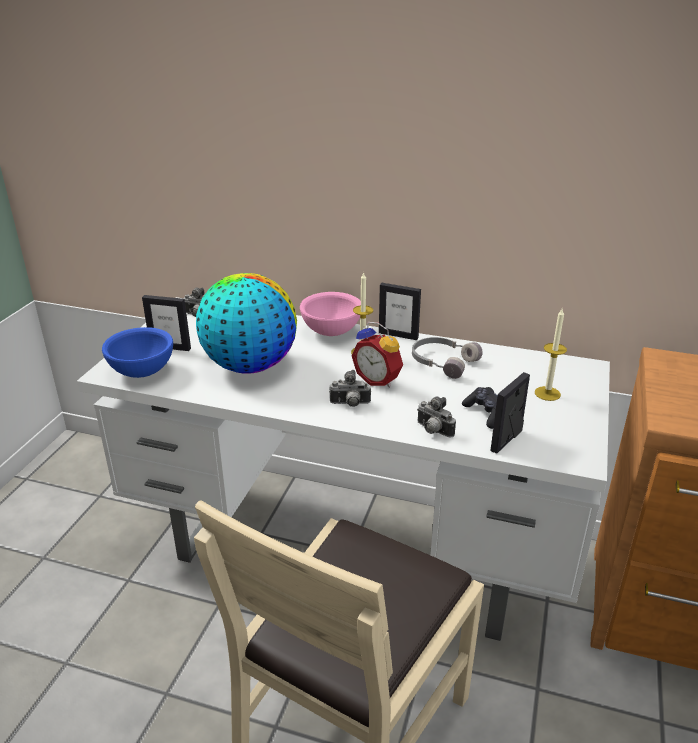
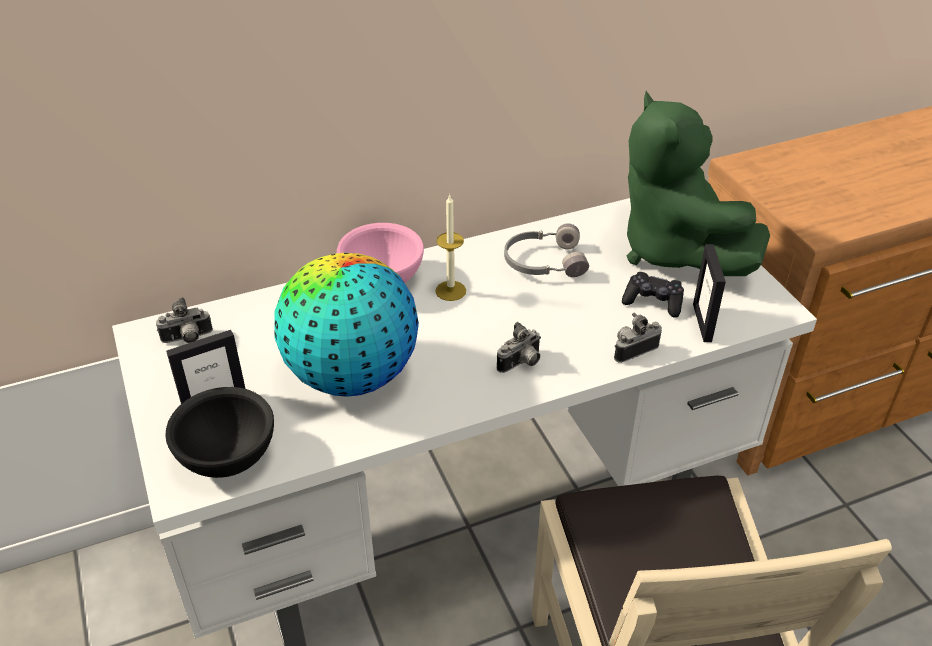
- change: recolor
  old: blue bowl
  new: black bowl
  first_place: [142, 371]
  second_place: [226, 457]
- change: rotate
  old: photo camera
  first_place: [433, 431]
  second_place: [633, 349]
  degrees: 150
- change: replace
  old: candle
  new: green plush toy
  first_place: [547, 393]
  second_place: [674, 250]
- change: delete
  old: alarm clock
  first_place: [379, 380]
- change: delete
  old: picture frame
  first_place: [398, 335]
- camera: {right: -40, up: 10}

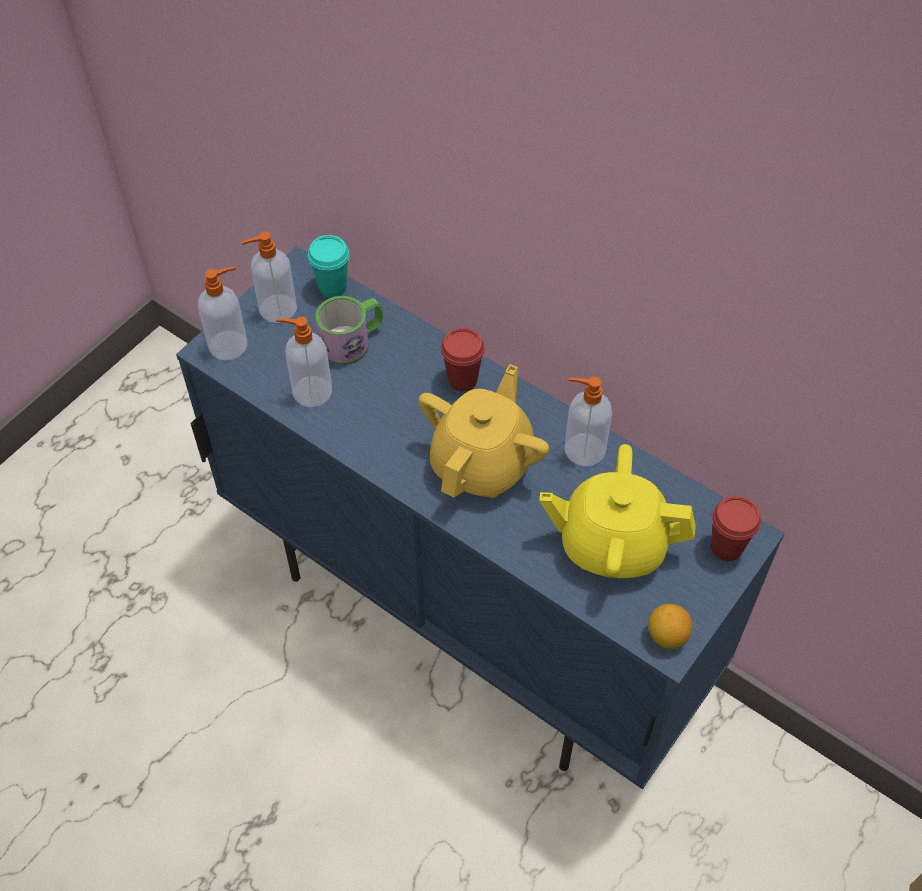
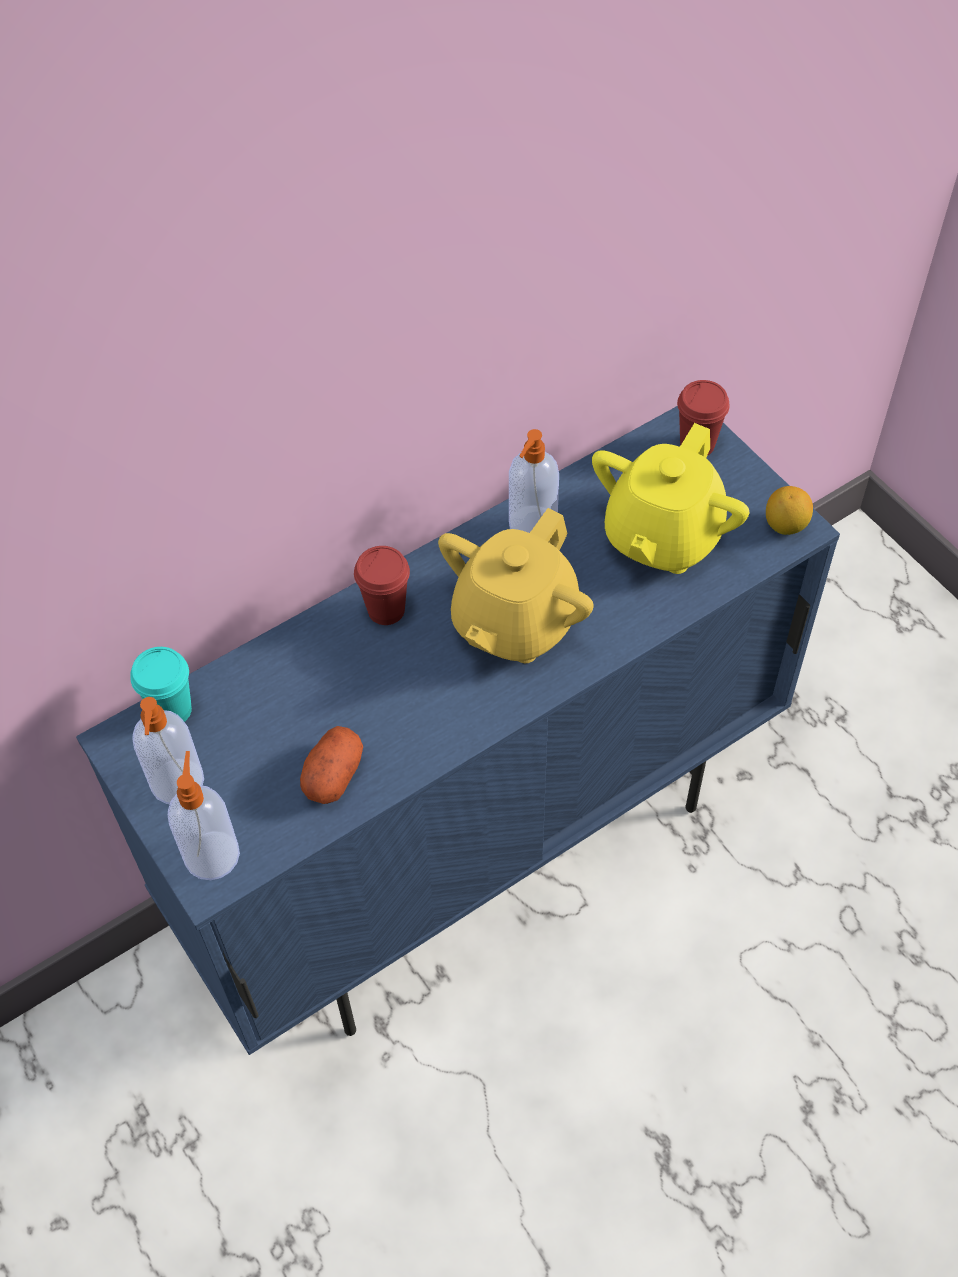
- change: replace
  old: soap dispenser
  new: potato
  first_place: [310, 391]
  second_place: [333, 775]
- change: rotate
  old: yellow teapot
  first_place: [482, 463]
  second_place: [514, 623]
  degrees: -105
- change: delete
  old: mug
  first_place: [352, 341]
- camera: {right: -70, up: 0}

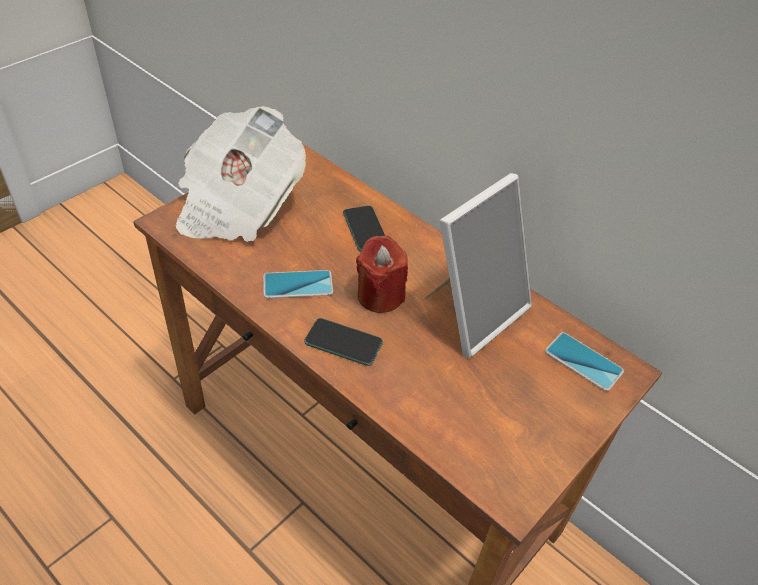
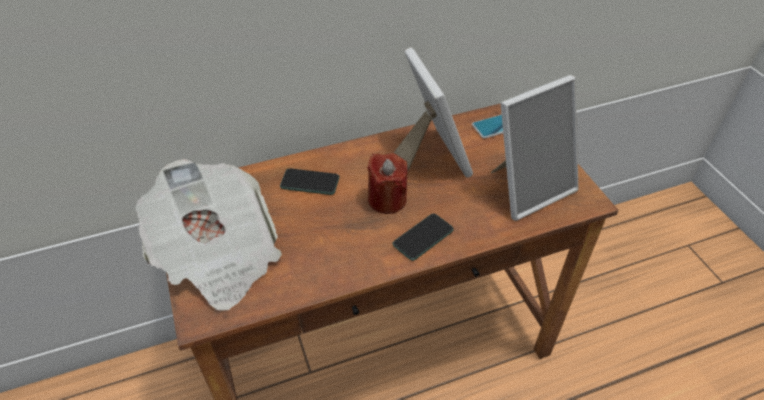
- change: insert
  new: picture frame
  second_place: [527, 187]
- change: delete
  old: phone
  first_place: [298, 285]
- camera: {right: -60, up: 0}

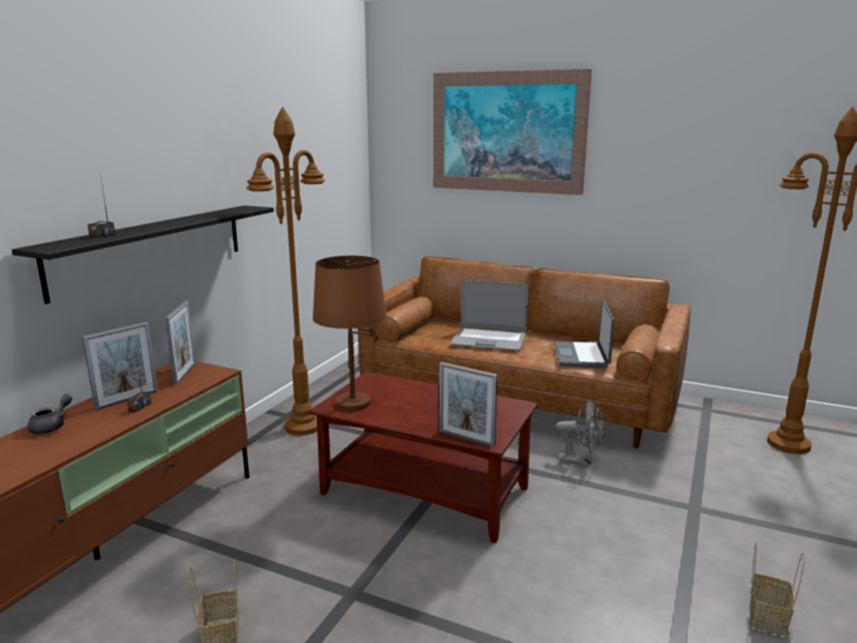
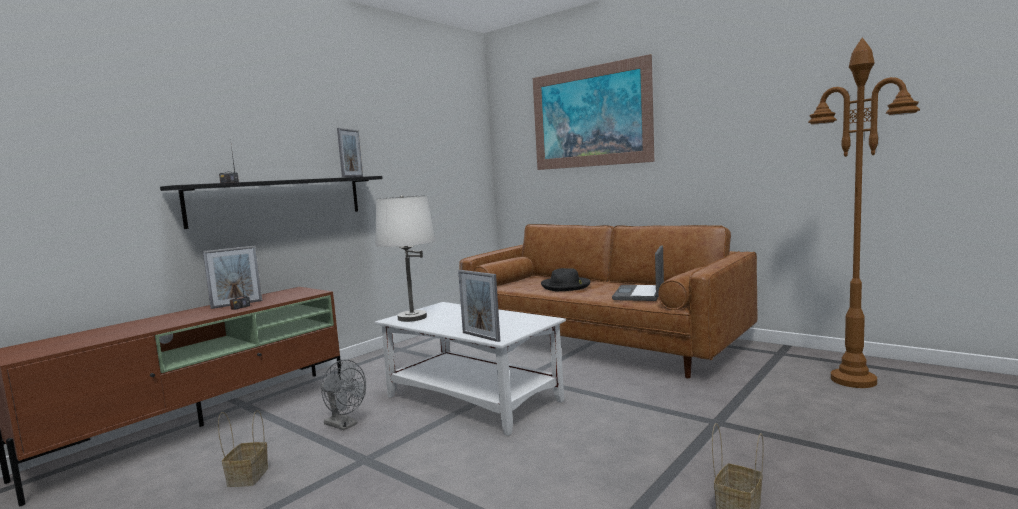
- change: move
  old: grey fan
  first_place: [581, 461]
  second_place: [345, 425]
- change: move
  old: picture frame
  first_place: [185, 374]
  second_place: [352, 177]
- change: recolor
  old: brown table lamp
  new: white table lamp
  first_place: [352, 404]
  second_place: [412, 318]
- change: recolor
  old: brown coffee table
  new: white coffee table
  first_place: [426, 491]
  second_place: [474, 399]
- change: replace
  old: laptop
  new: black hat
  first_place: [489, 340]
  second_place: [566, 286]
- change: delete
  old: grey teapot
  first_place: [52, 426]
- change: delete
  old: brown floor lamp
  first_place: [303, 426]
- camera: {right: 15, up: -10}

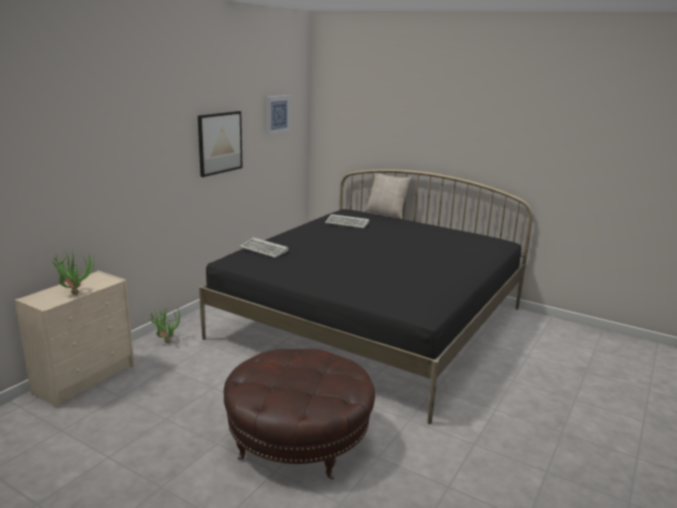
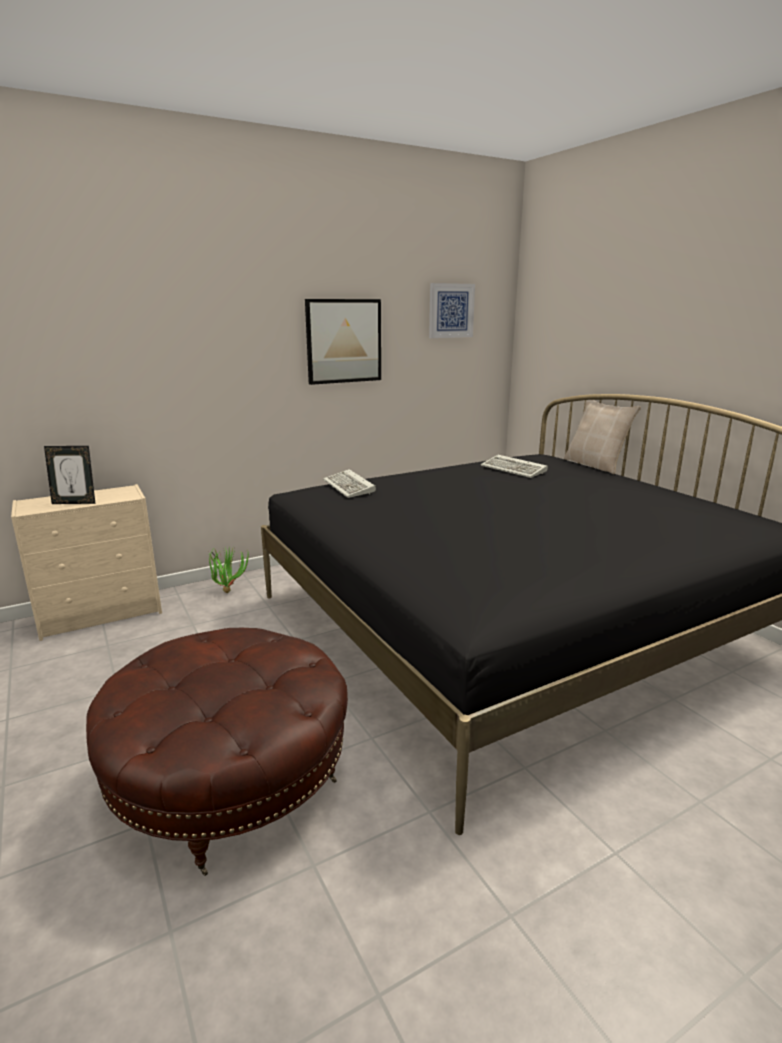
- change: replace
  old: potted plant
  new: picture frame
  first_place: [75, 292]
  second_place: [75, 502]
- camera: {right: 30, up: 0}

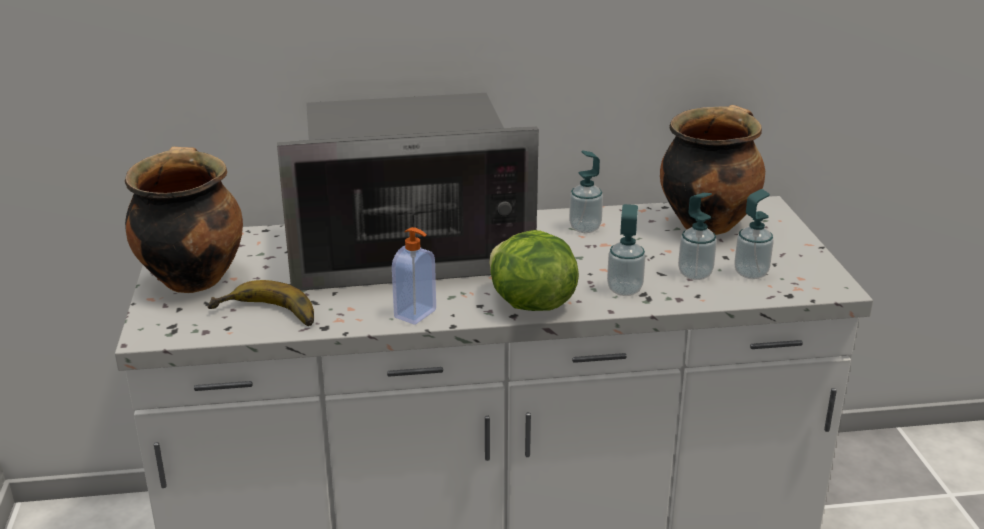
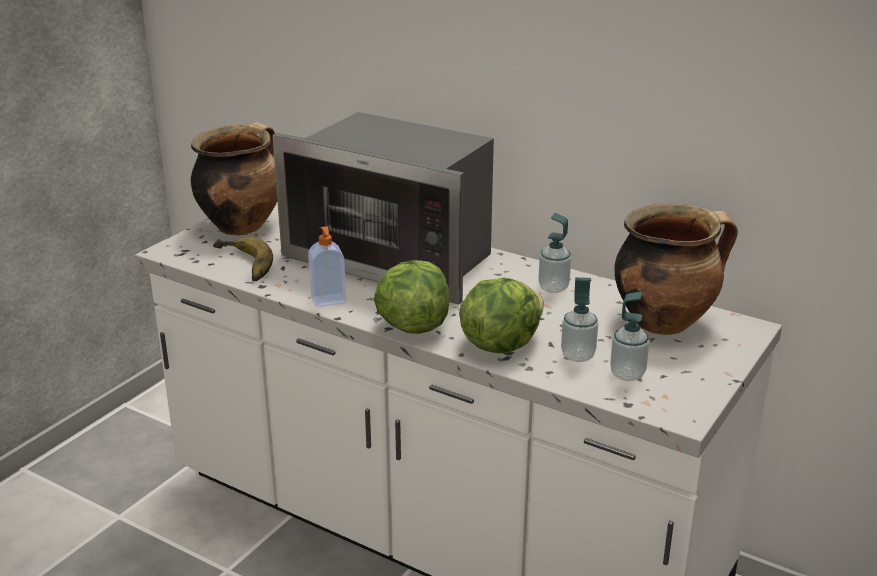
- change: replace
  old: soap dispenser
  new: lettuce
  first_place: [624, 289]
  second_place: [499, 344]
- camera: {right: 40, up: 0}

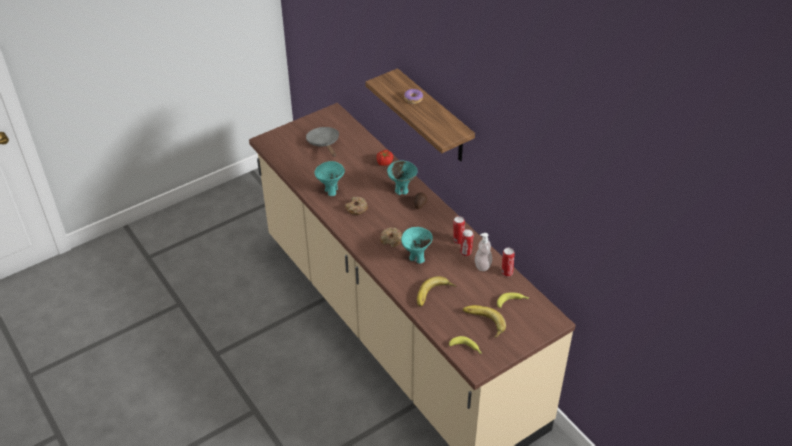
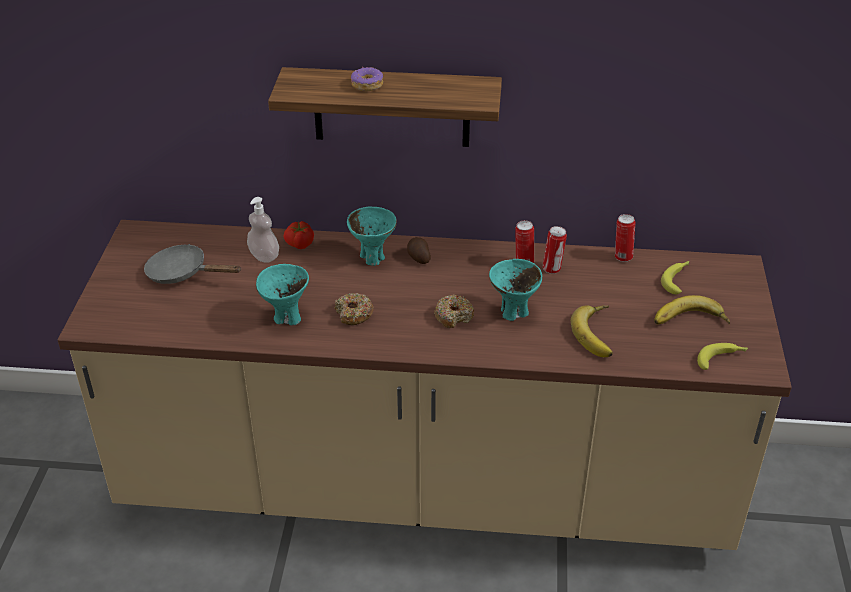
- change: move
  old: soap dispenser
  first_place: [482, 265]
  second_place: [264, 256]
- camera: {right: -50, up: -5}

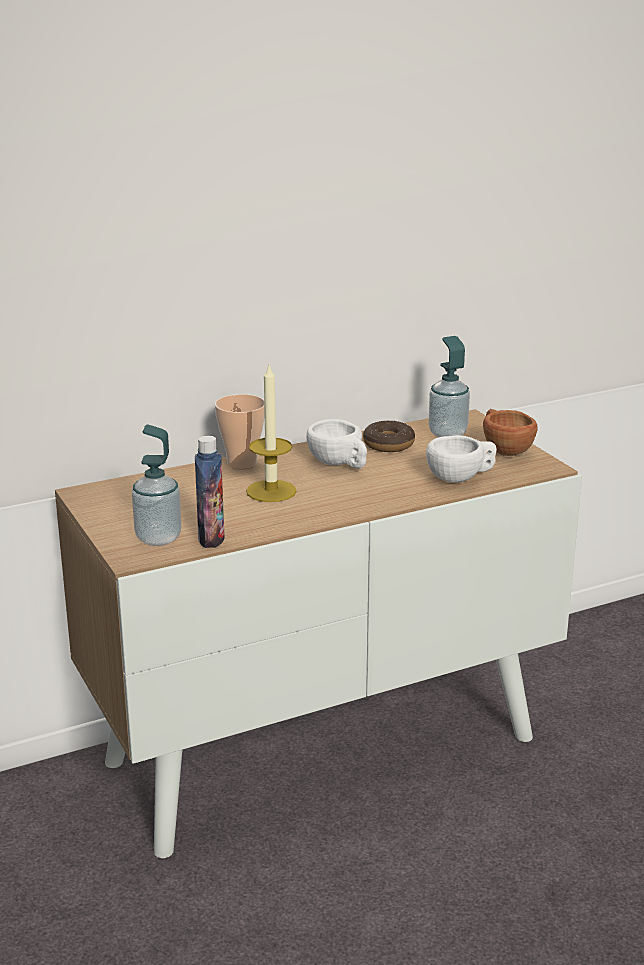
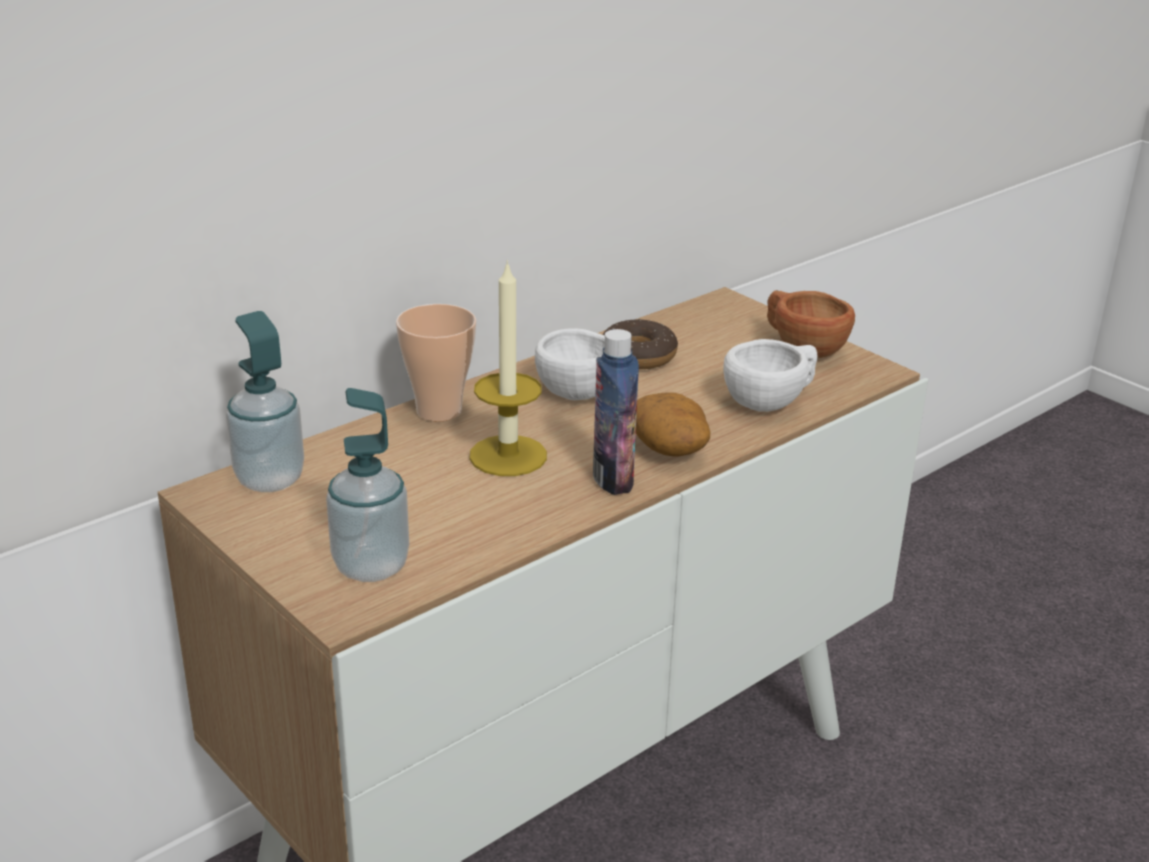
- change: move
  old: soap dispenser
  first_place: [447, 434]
  second_place: [270, 479]
- change: move
  old: bottle
  first_place: [211, 539]
  second_place: [613, 479]
- change: insert
  new: potato
  second_place: [670, 448]
- camera: {right: -15, up: 5}

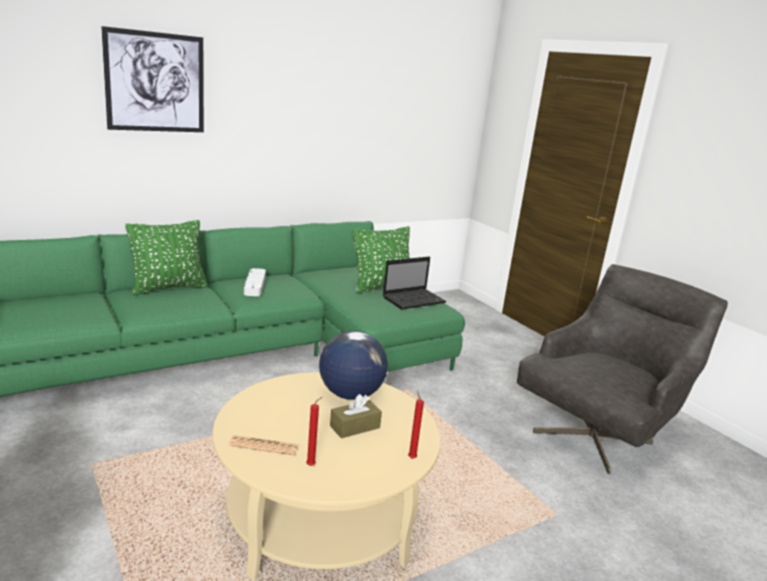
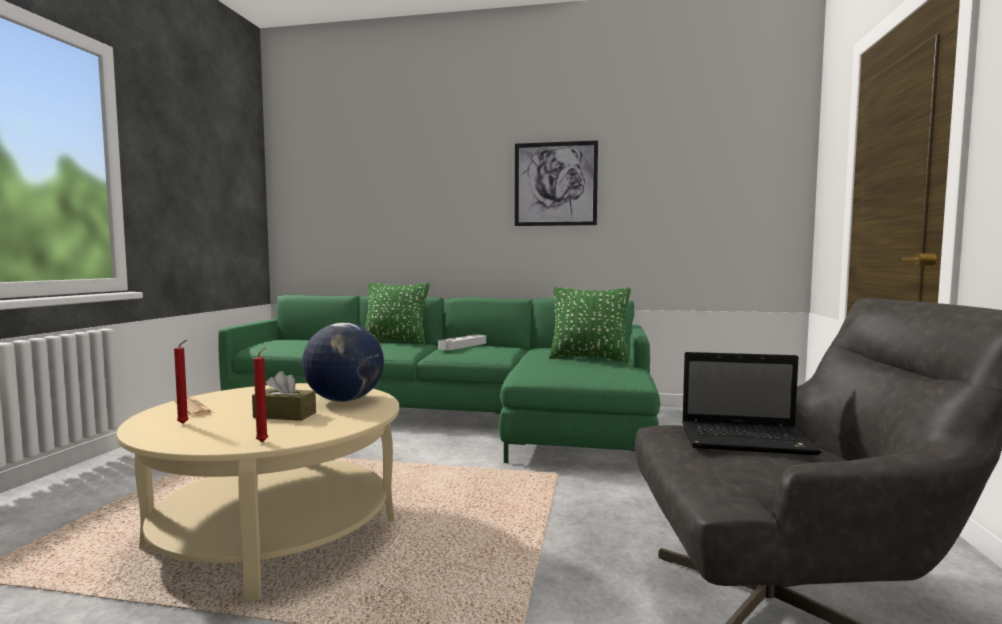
- change: move
  old: picture
  first_place: [155, 82]
  second_place: [555, 184]
- change: move
  old: laptop
  first_place: [414, 300]
  second_place: [748, 440]
- camera: {right: 45, up: -15}

